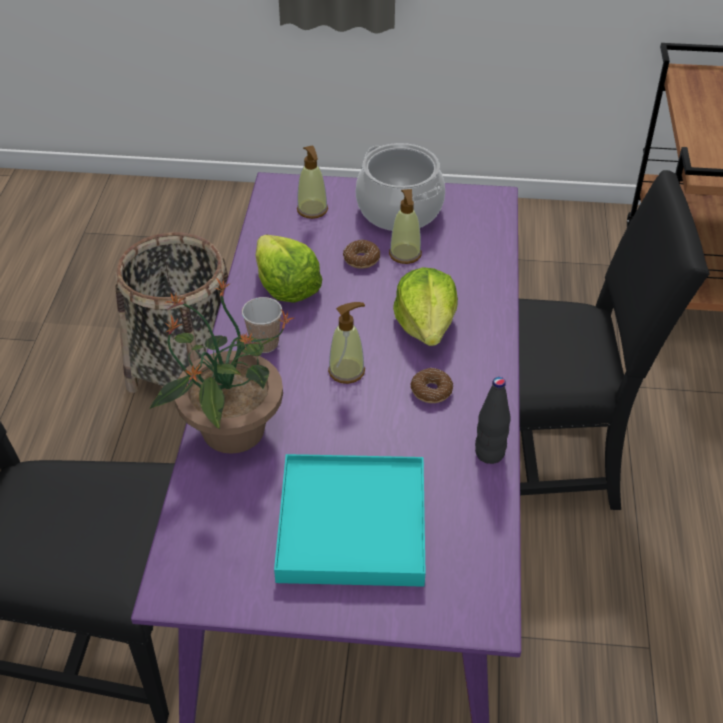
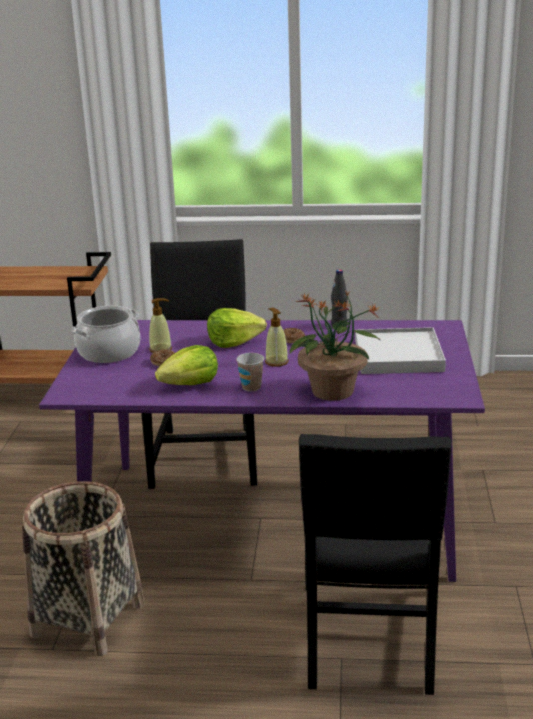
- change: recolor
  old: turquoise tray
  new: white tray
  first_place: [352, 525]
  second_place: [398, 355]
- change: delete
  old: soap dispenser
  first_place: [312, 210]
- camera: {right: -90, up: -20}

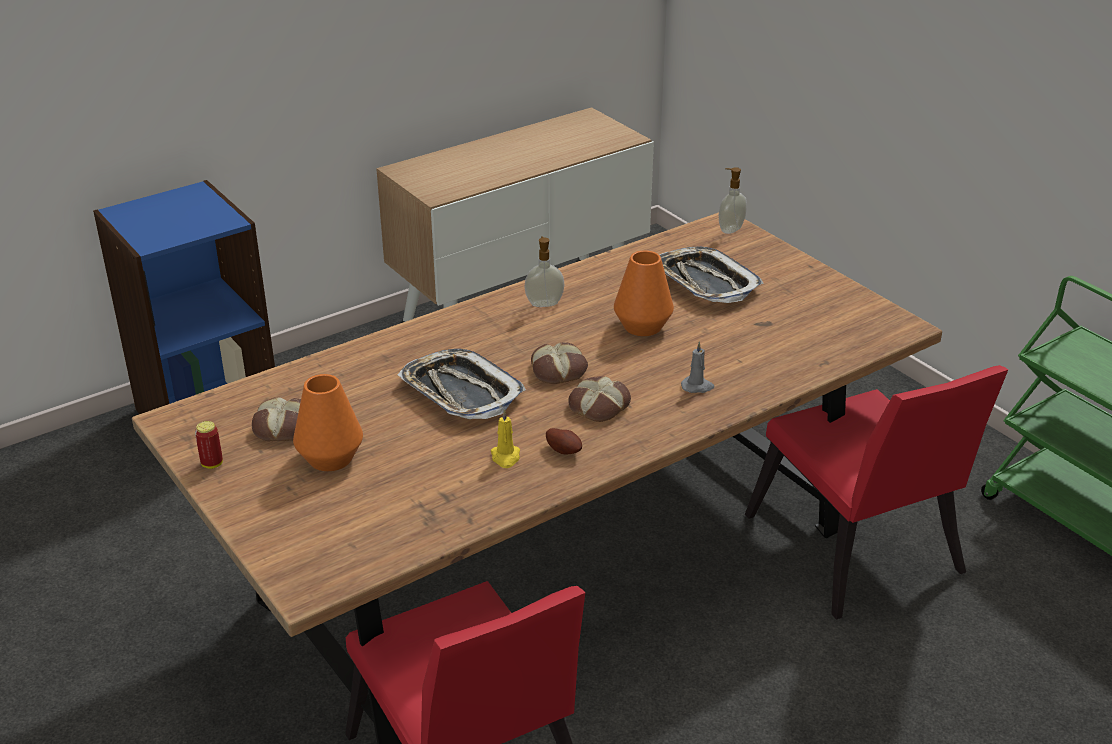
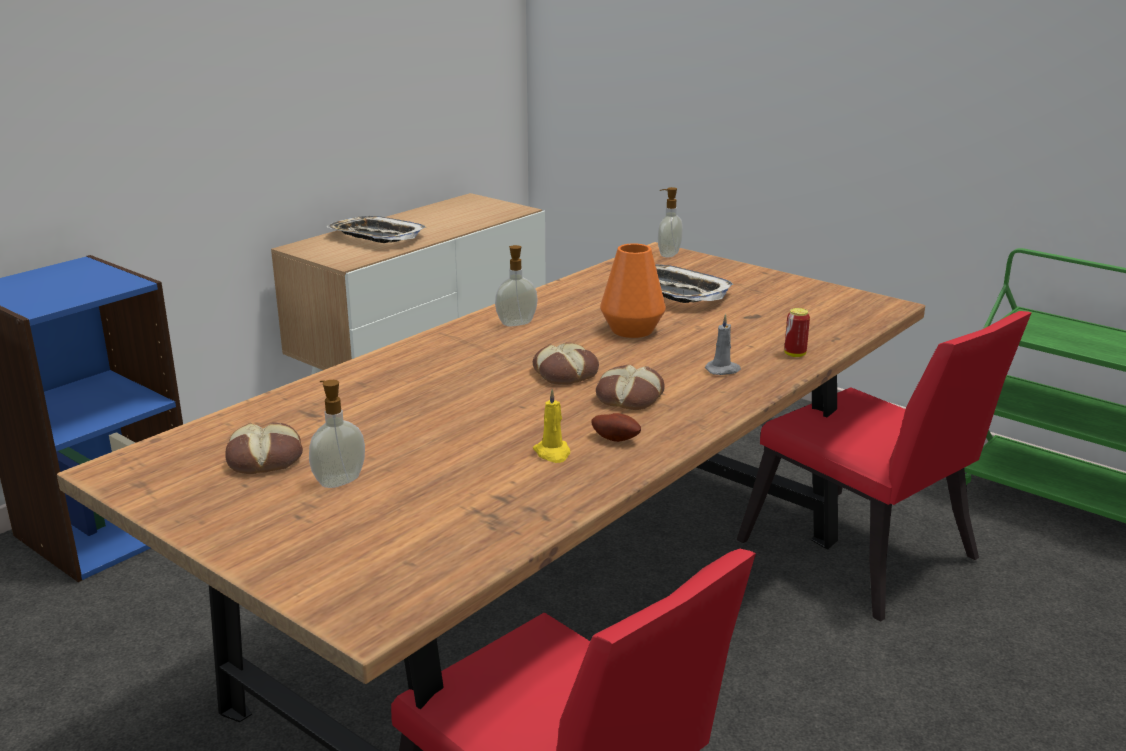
- change: replace
  old: orange vase
  new: soap dispenser
  first_place: [330, 458]
  second_place: [339, 481]
- change: move
  old: tray
  first_place: [460, 392]
  second_place: [376, 236]
- change: move
  old: can
  first_place: [212, 464]
  second_place: [795, 354]
- camera: {right: -15, up: -10}

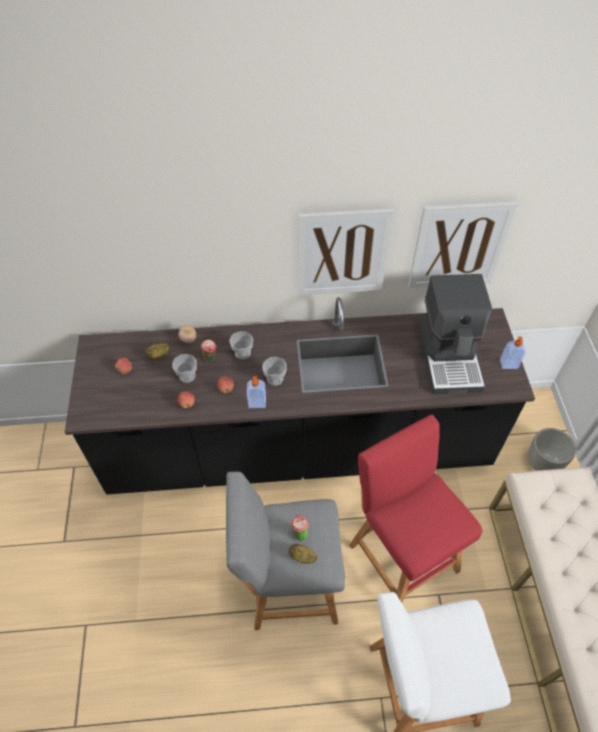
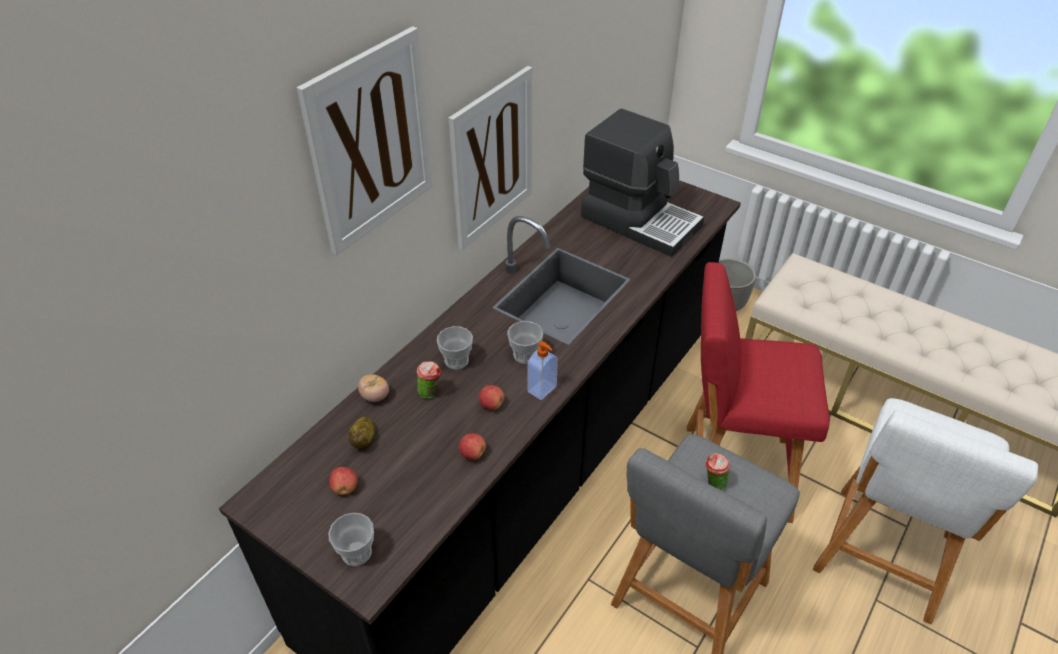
- change: move
  old: picture
  first_place: [459, 245]
  second_place: [371, 142]
- change: move
  old: cup
  first_place: [187, 376]
  second_place: [356, 553]
- change: delete
  old: potato
  first_place: [302, 557]
- change: delete
  old: soap dispenser
  first_place: [509, 365]
- camera: {right: -50, up: -10}

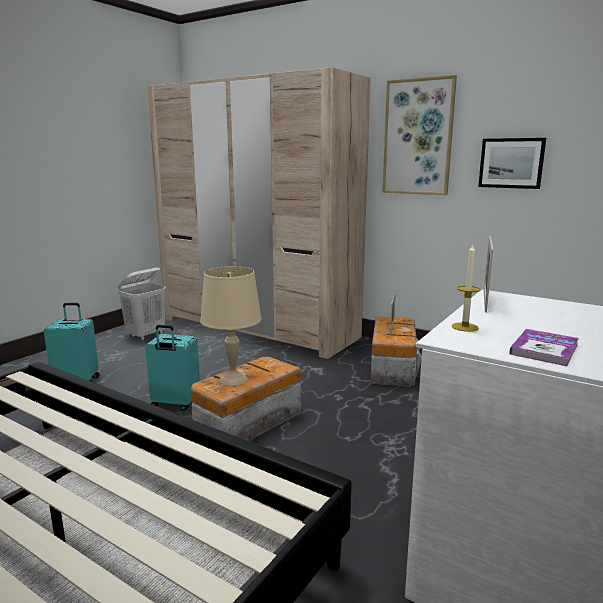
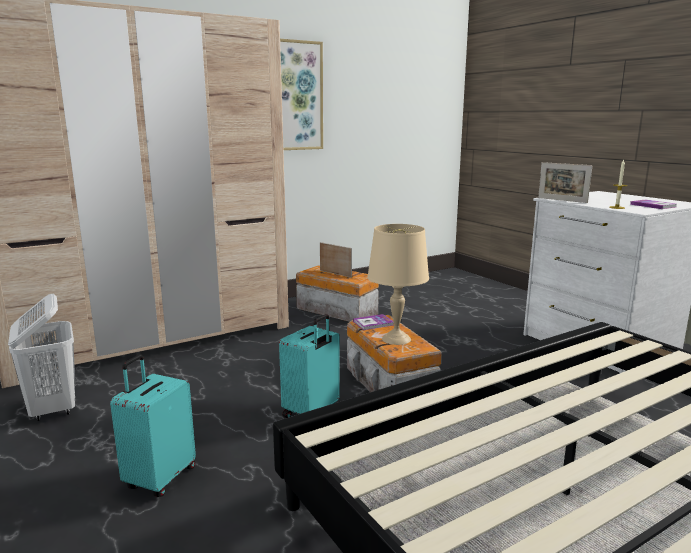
- change: insert
  new: book
  second_place: [373, 323]
- change: delete
  old: picture
  first_place: [511, 163]
- camera: {right: -65, up: 0}

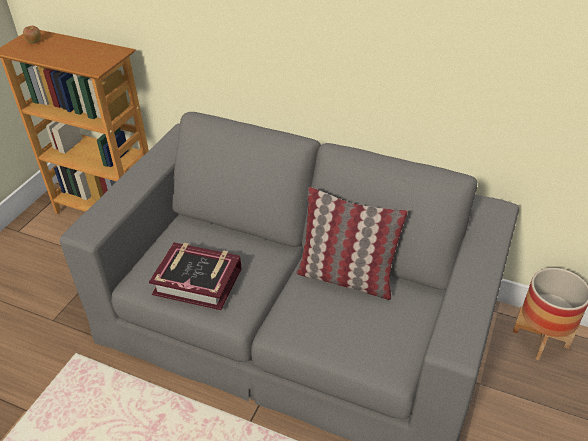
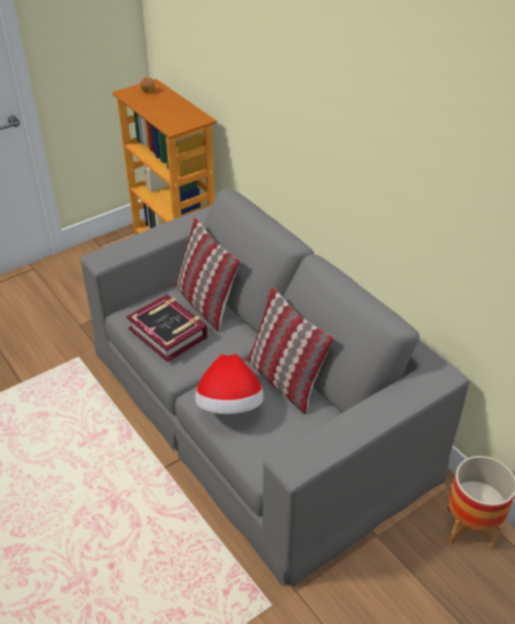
- change: insert
  new: pillow
  second_place: [205, 303]
- change: insert
  new: hat
  second_place: [230, 406]
- camera: {right: 30, up: 0}

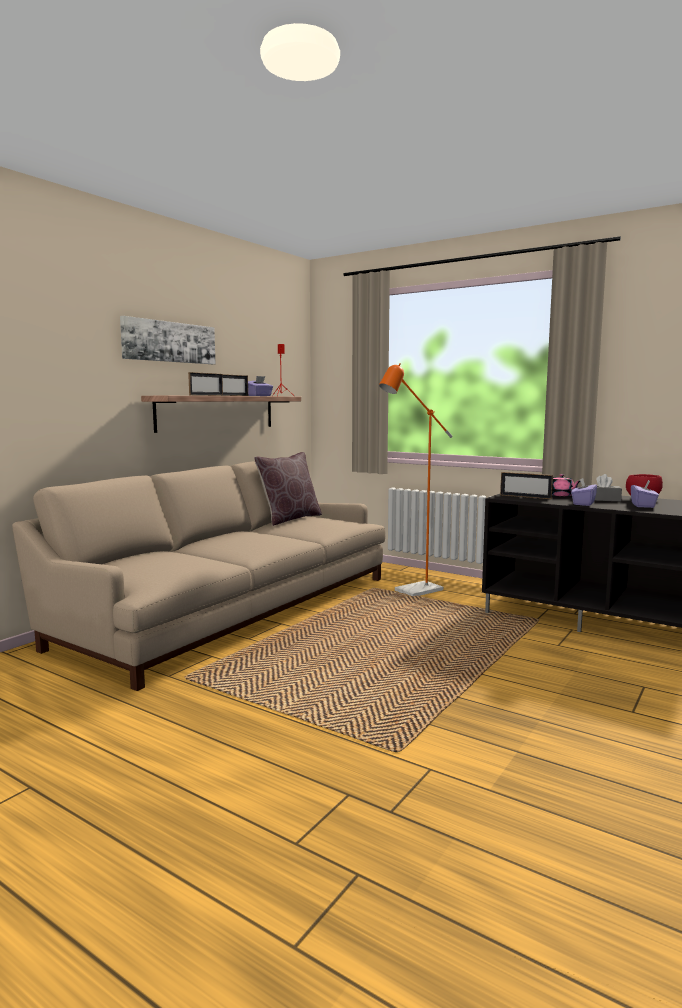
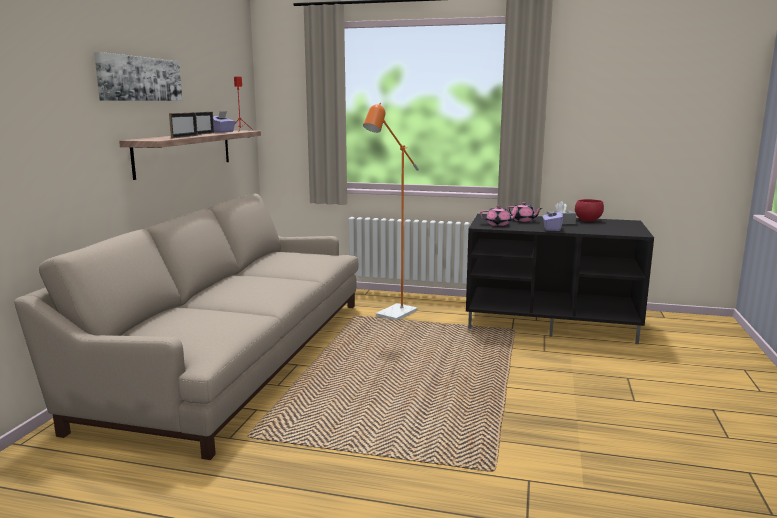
- change: replace
  old: picture frame
  new: pink teapot
  first_place: [525, 497]
  second_place: [498, 224]
- change: delete
  old: brown pillow
  first_place: [289, 519]
- change: delete
  old: purple tissue box
  first_place: [643, 505]
- camera: {right: -20, up: 5}

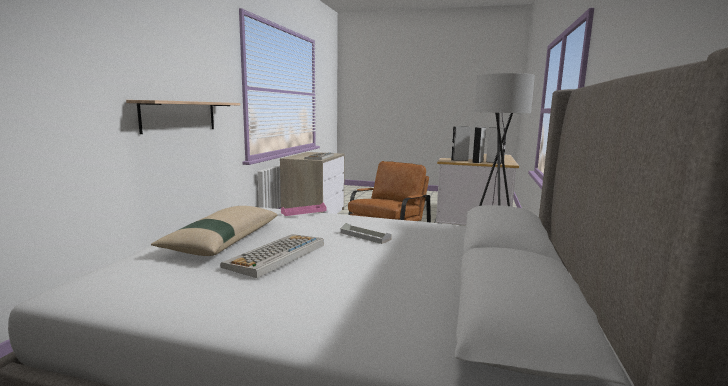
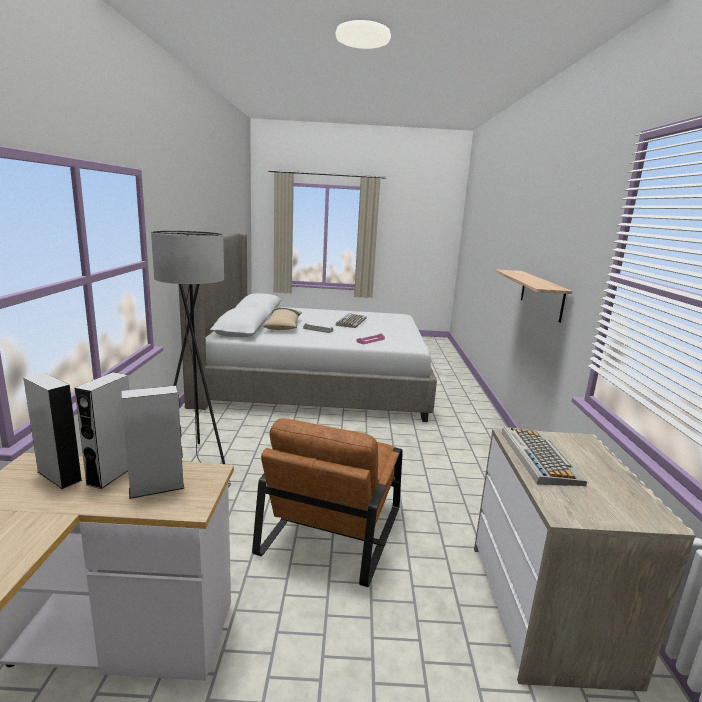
- change: move
  old: beige pillow
  first_place: [222, 241]
  second_place: [283, 325]
- camera: {right: 165, up: 5}

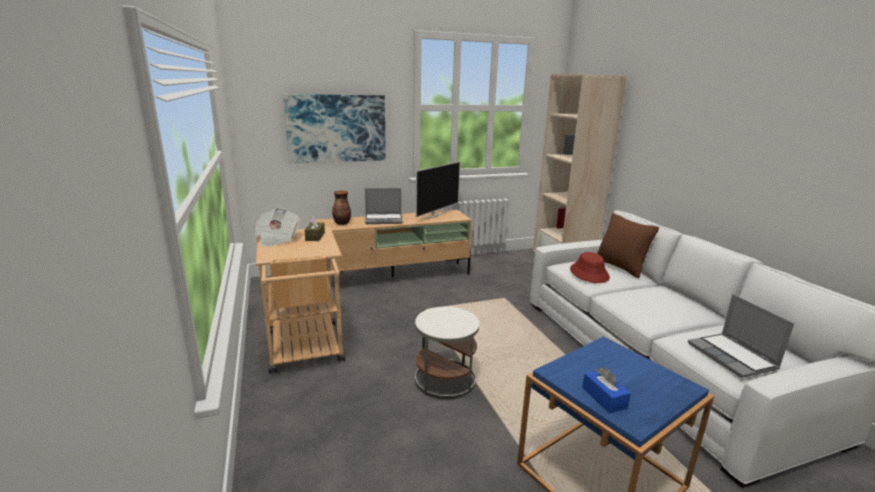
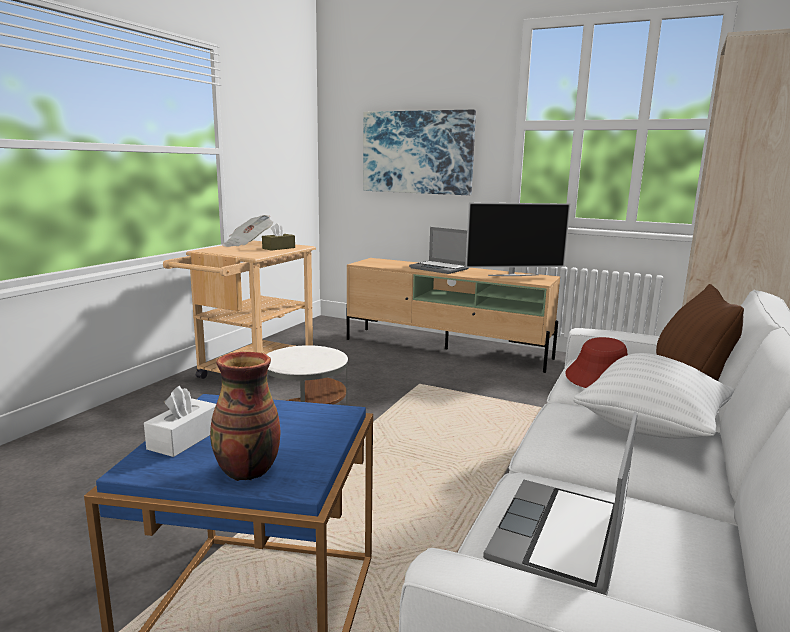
- change: recolor
  old: blue tissue box
  new: white tissue box
  first_place: [604, 397]
  second_place: [184, 439]
- change: move
  old: vase
  first_place: [342, 223]
  second_place: [246, 471]
- change: insert
  new: white pillow
  second_place: [651, 428]
- camera: {right: 45, up: -5}

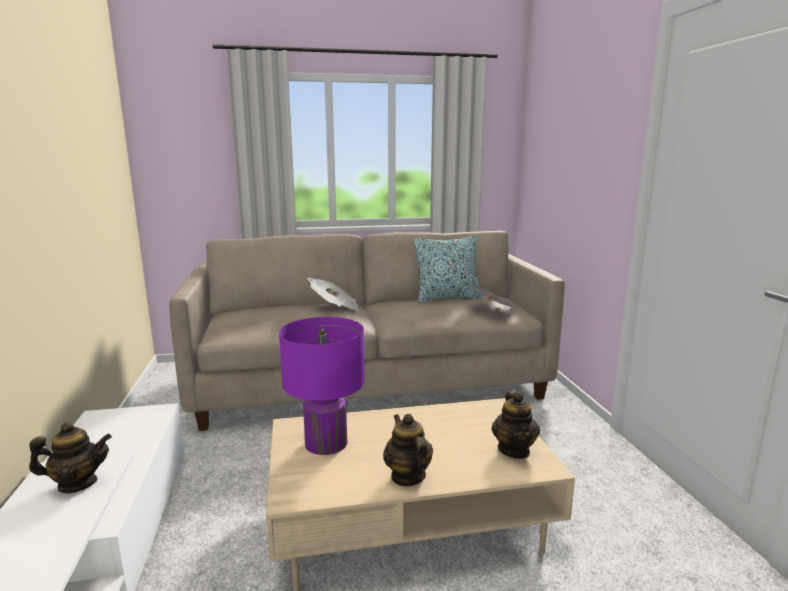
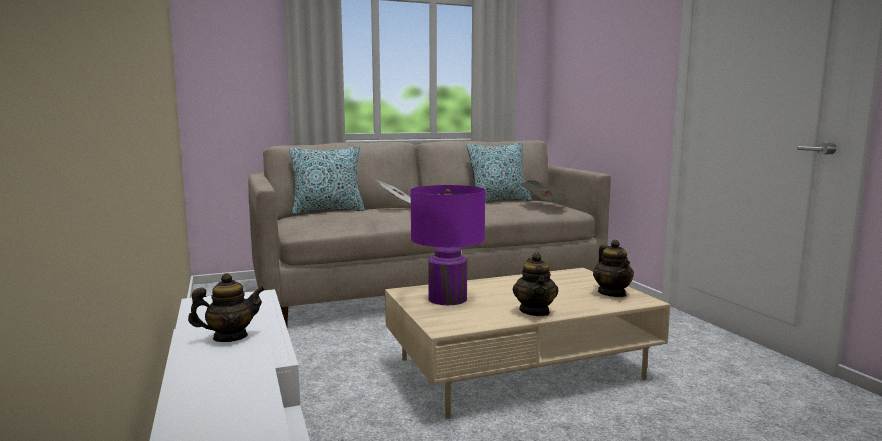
- change: insert
  new: pillow
  second_place: [328, 211]
- change: rotate
  old: teapot
  first_place: [407, 476]
  second_place: [535, 311]
  degrees: -150
- camera: {right: -10, up: -5}

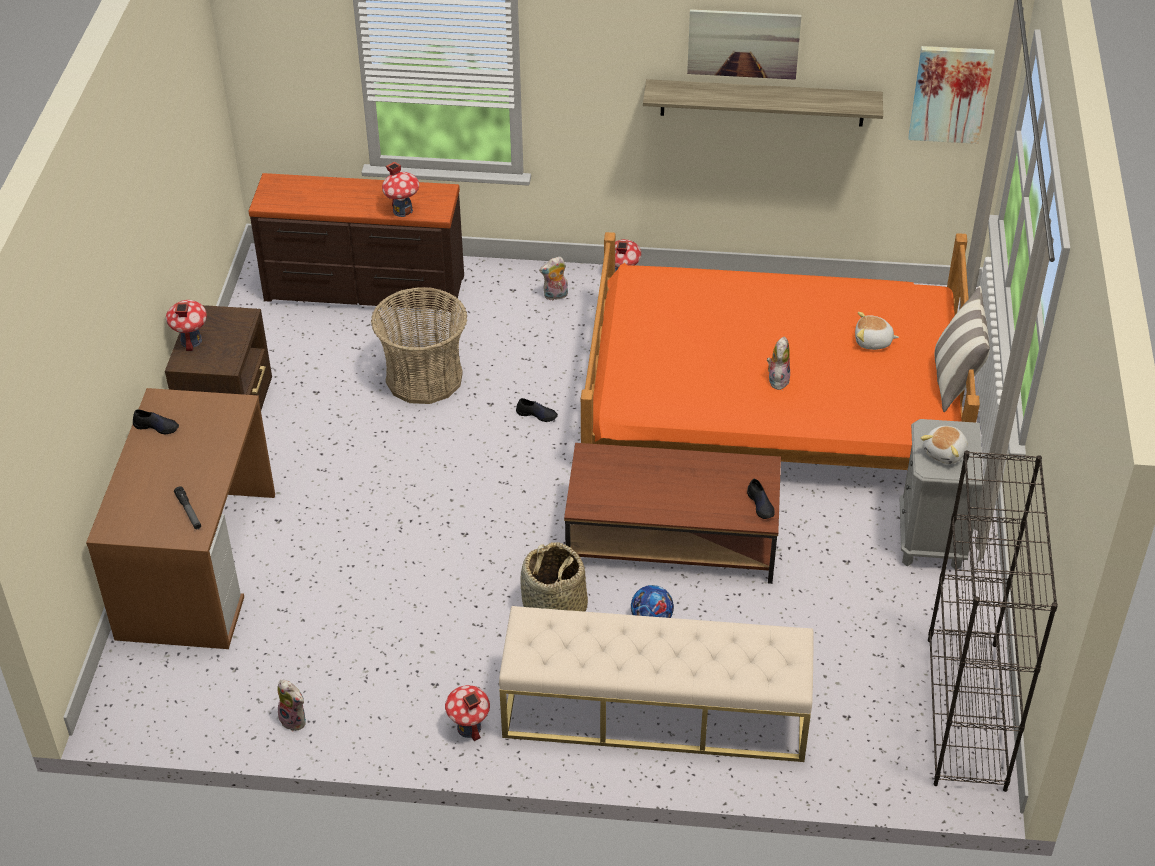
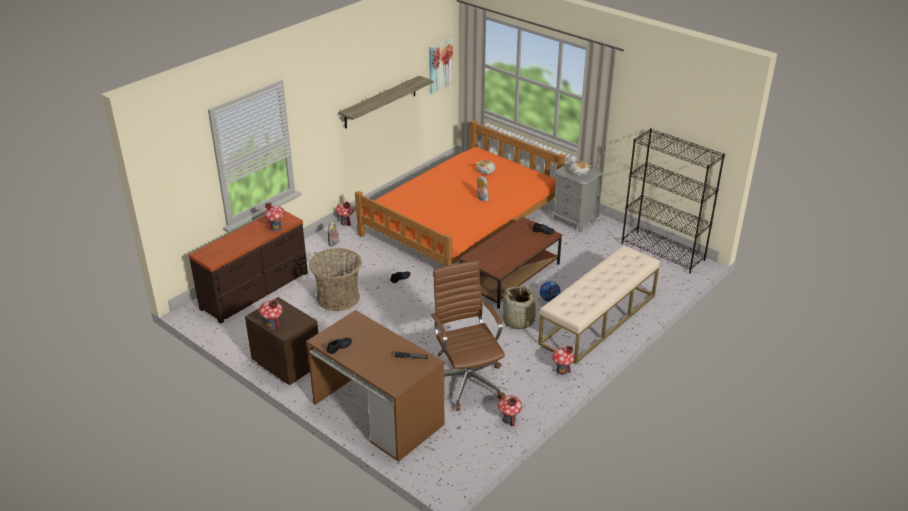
- change: insert
  new: brown office chair
  second_place: [467, 381]
- change: replace
  old: plush toy
  new: toy house
  first_place: [295, 719]
  second_place: [509, 420]
- change: delete
  old: picture
  first_place: [743, 43]
- change: delete
  old: pillow
  first_place: [955, 381]
- camera: {right: -55, up: -10}

